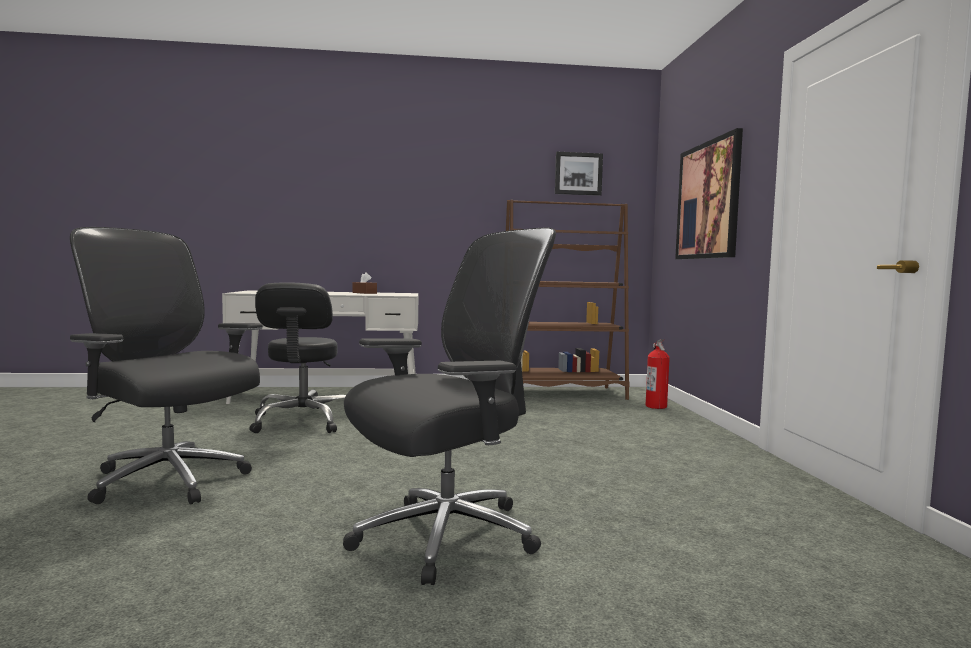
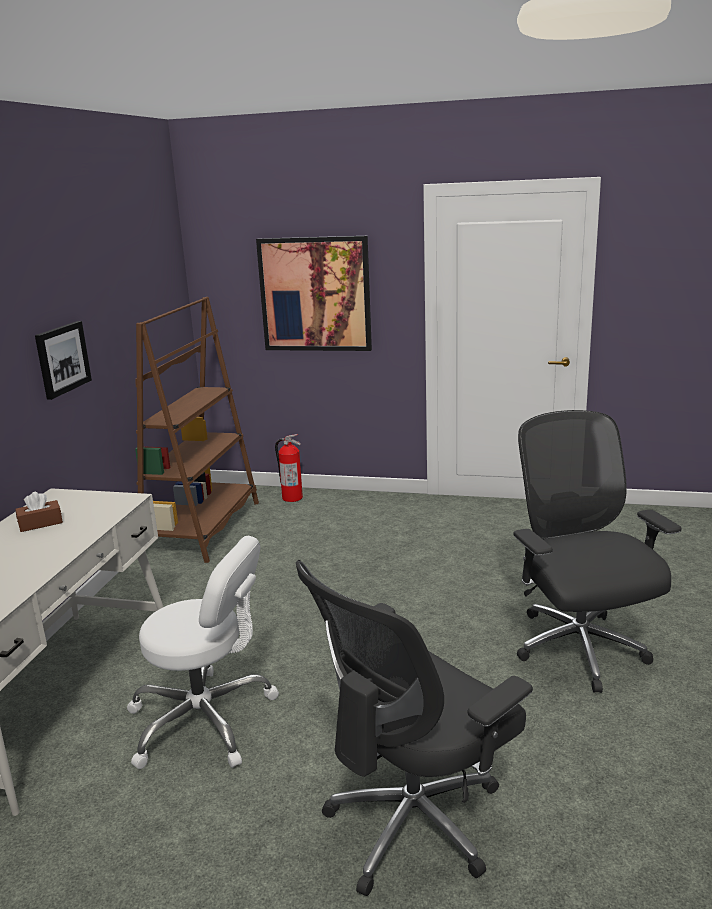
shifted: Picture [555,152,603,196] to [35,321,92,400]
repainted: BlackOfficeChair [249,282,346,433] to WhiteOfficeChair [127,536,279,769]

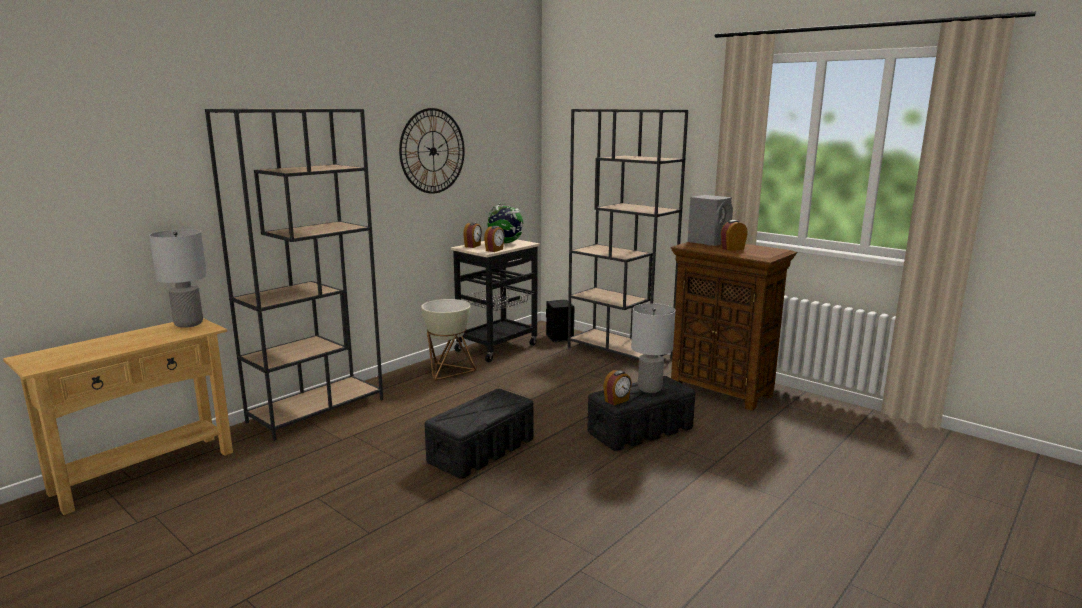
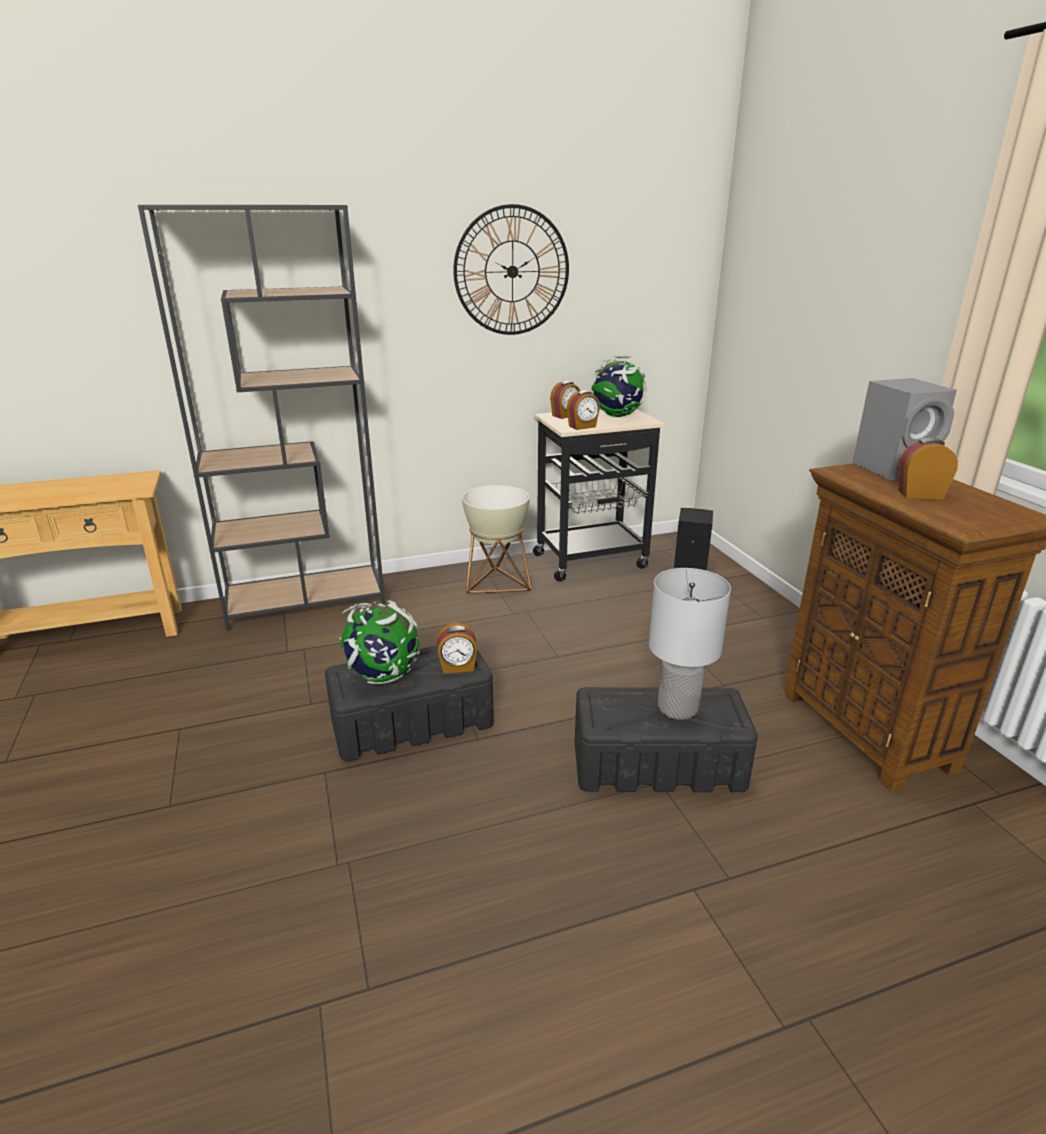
gone: GreyTableLamp [149,229,207,328]; Bookcase [568,109,688,360]
new: Globe [340,600,420,684]
shifted: AlarmClock [603,370,632,406] to [437,623,477,674]

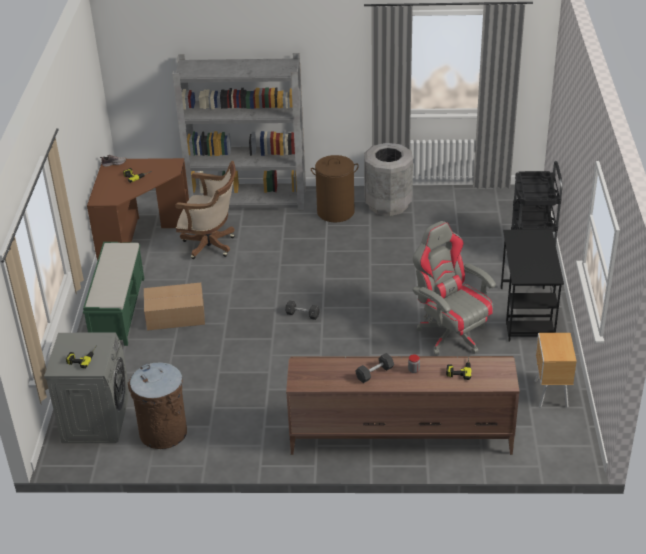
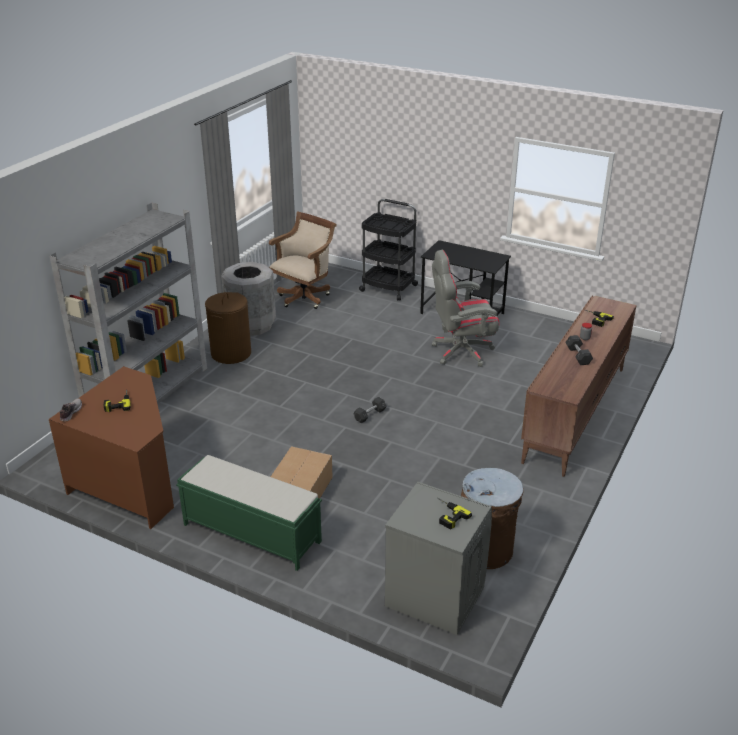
gone: BrownNightstand [535,333,577,408]
shifted: OfficeChair [175,161,236,259] to [269,211,337,309]

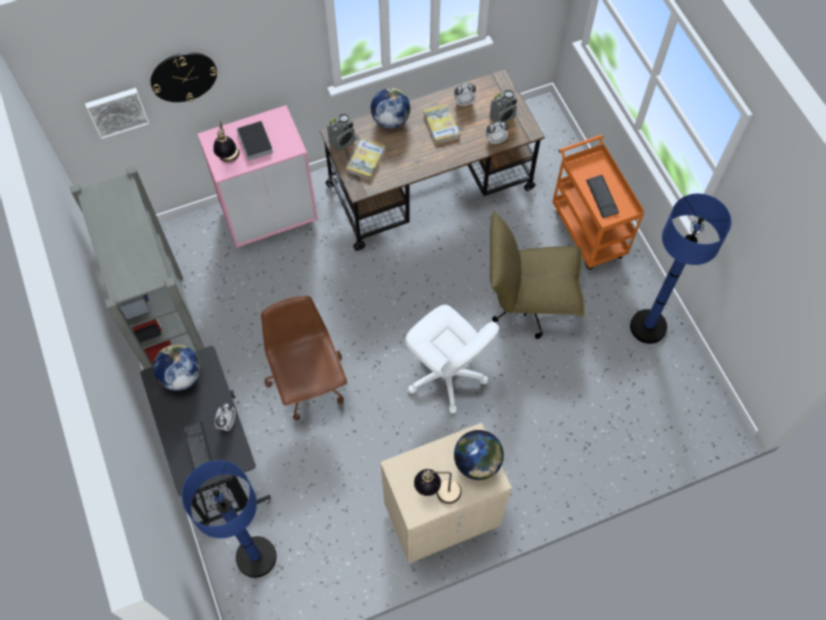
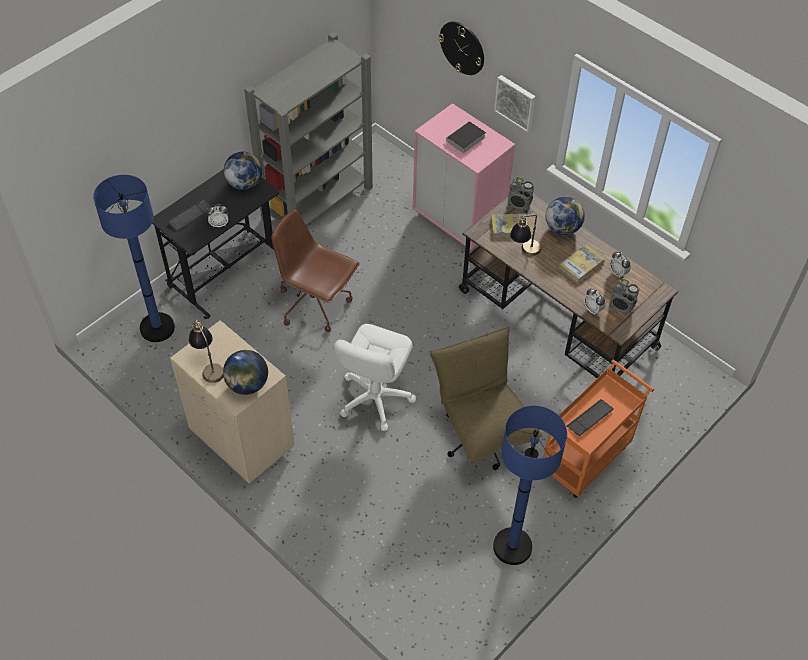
shifted: Picture [85,88,150,139] to [494,75,536,132]; TableLamp [213,121,240,162] to [510,214,541,256]
rotated: BrownOfficeChair [261,296,347,420] = [271,209,360,332] 105 degrees counterclockwise

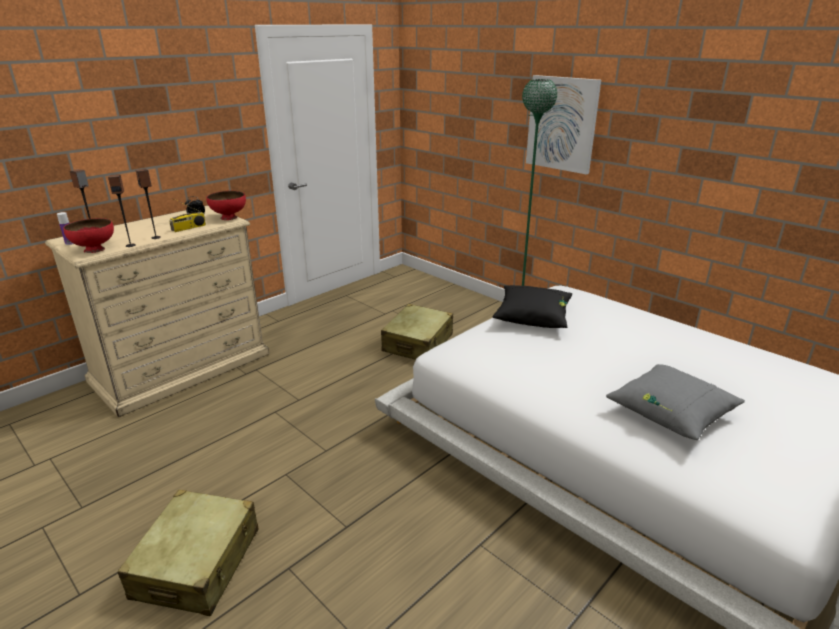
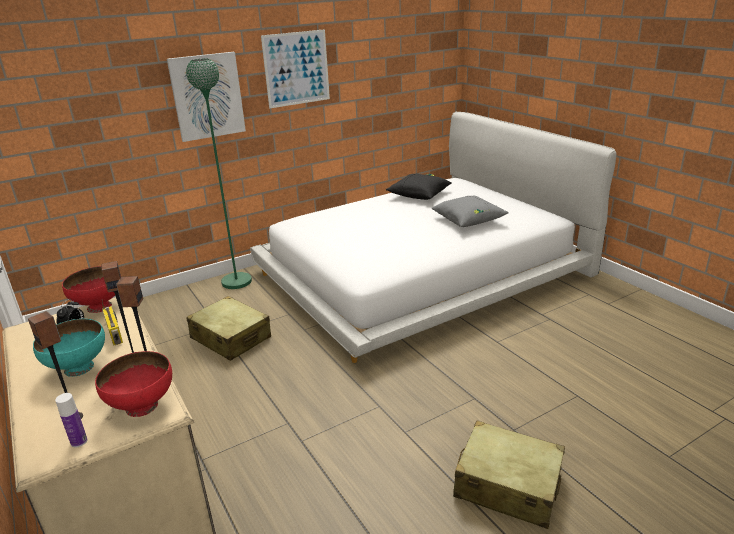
new: TurquoiseBowl [33,319,105,377]; Picture [261,29,330,108]
shifted: BlackPillow [492,285,572,328] to [386,174,451,200]

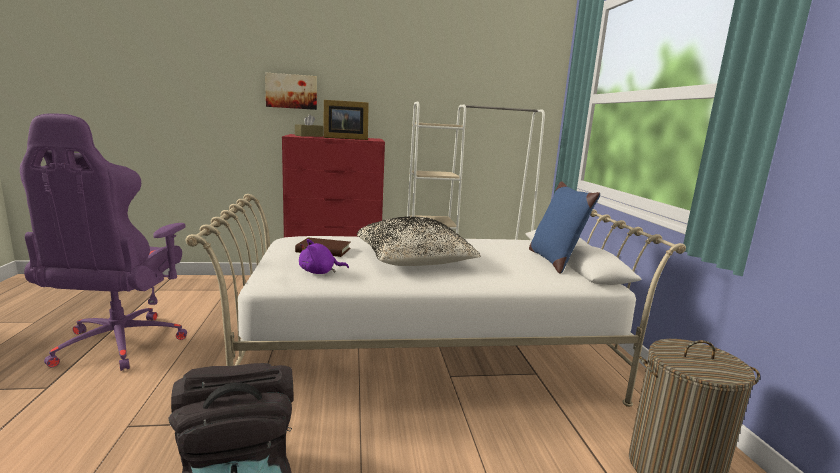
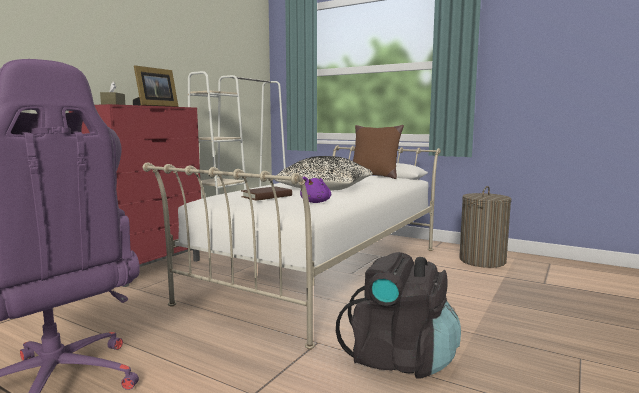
gone: Picture [265,73,317,110]
repainted: BluePillow [529,181,600,274] to BrownPillow [353,125,404,179]

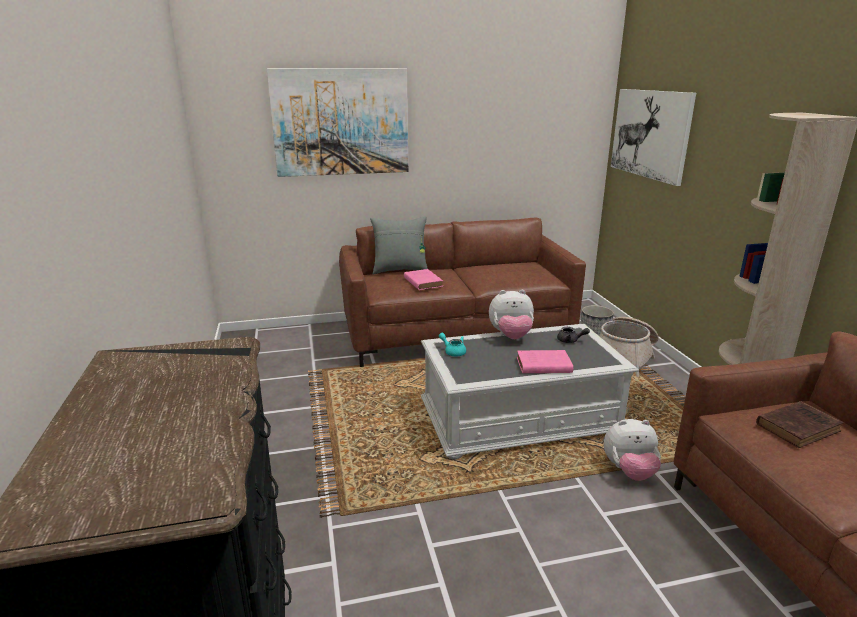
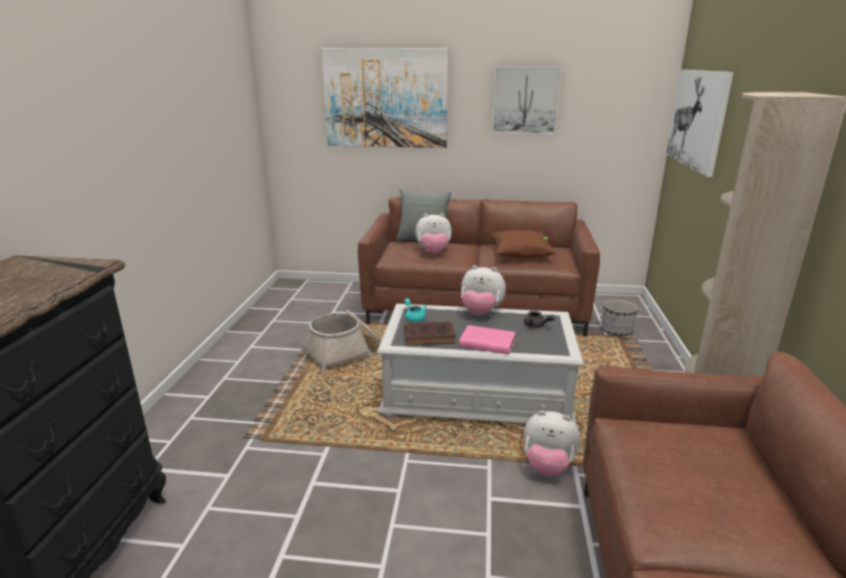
new: BrownPillow [490,230,556,258]; Picture [492,67,561,135]
shifted: Basket [599,317,659,377] to [301,310,381,374]; BrownBook [756,401,844,448] to [404,321,456,346]
swapped: PinkBook [404,269,443,290] to PlushToy [415,213,452,253]

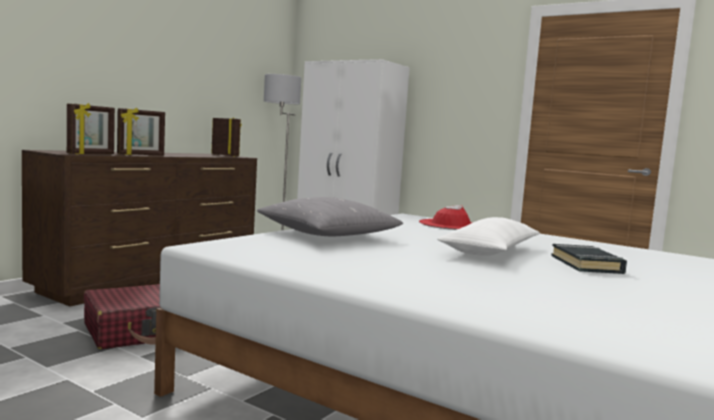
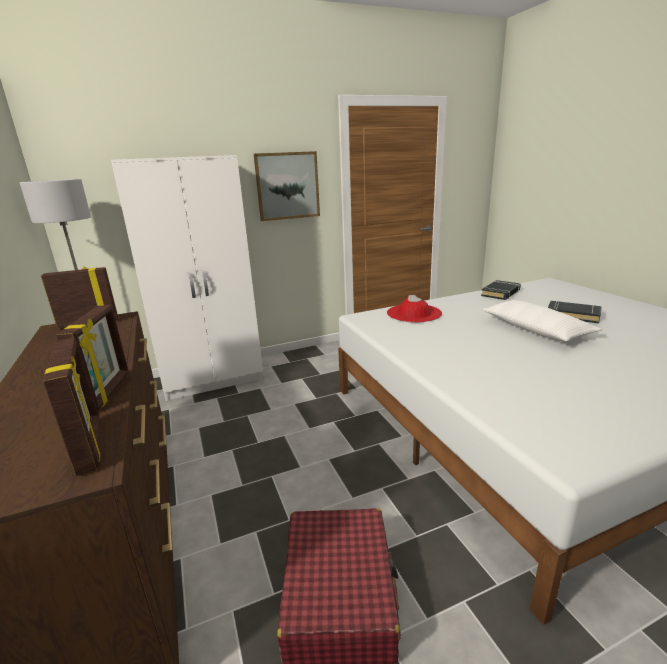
gone: GreyPillow [257,197,403,236]
new: Picture [254,151,320,221]; BlackBook [481,280,521,300]

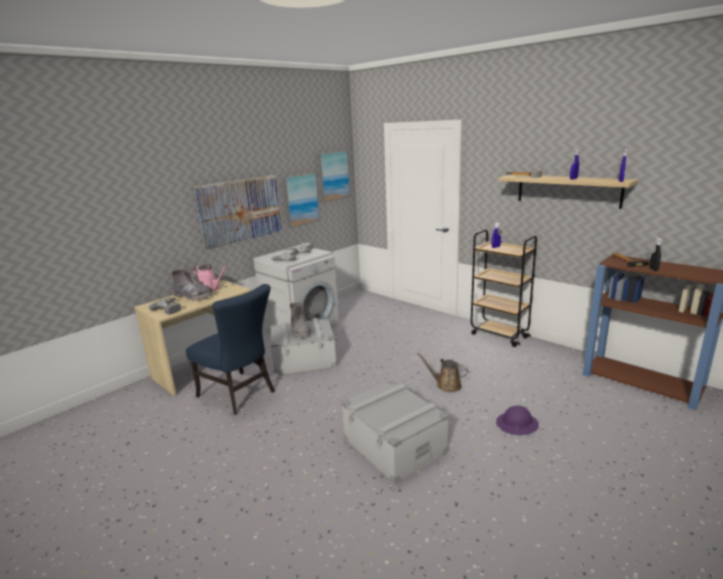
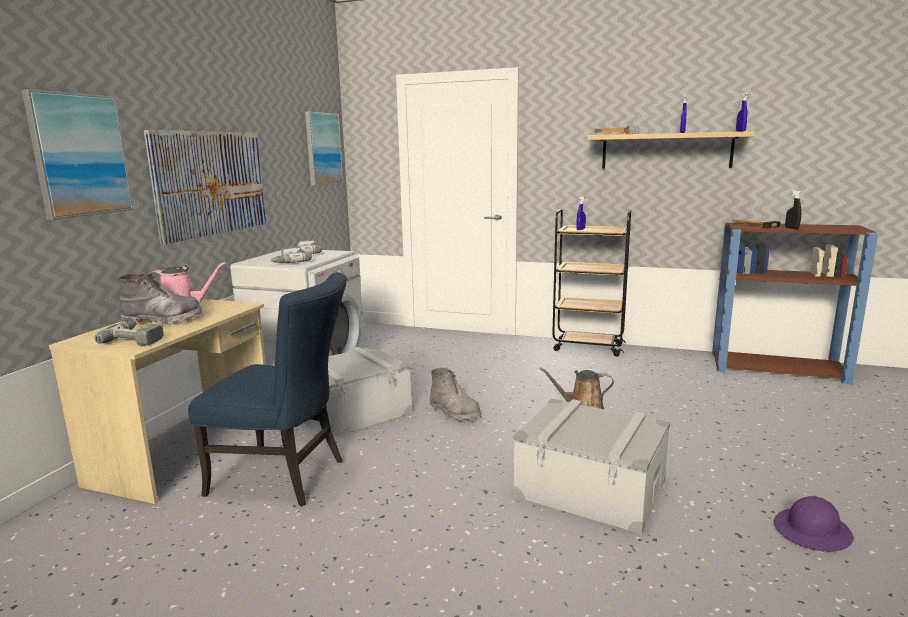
shifted: Picture [283,173,320,228] to [22,89,133,220]; GreyBoot [290,302,311,338] to [430,368,481,422]; PurpleHardHat [496,406,539,435] to [774,496,854,552]

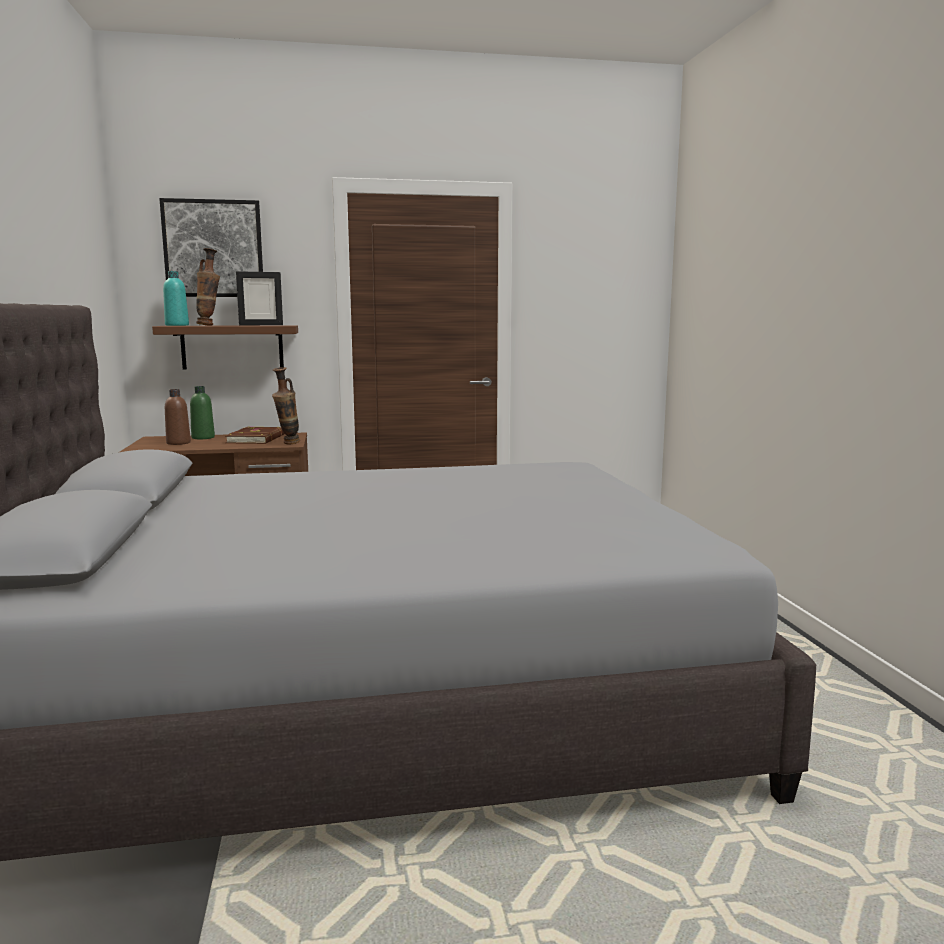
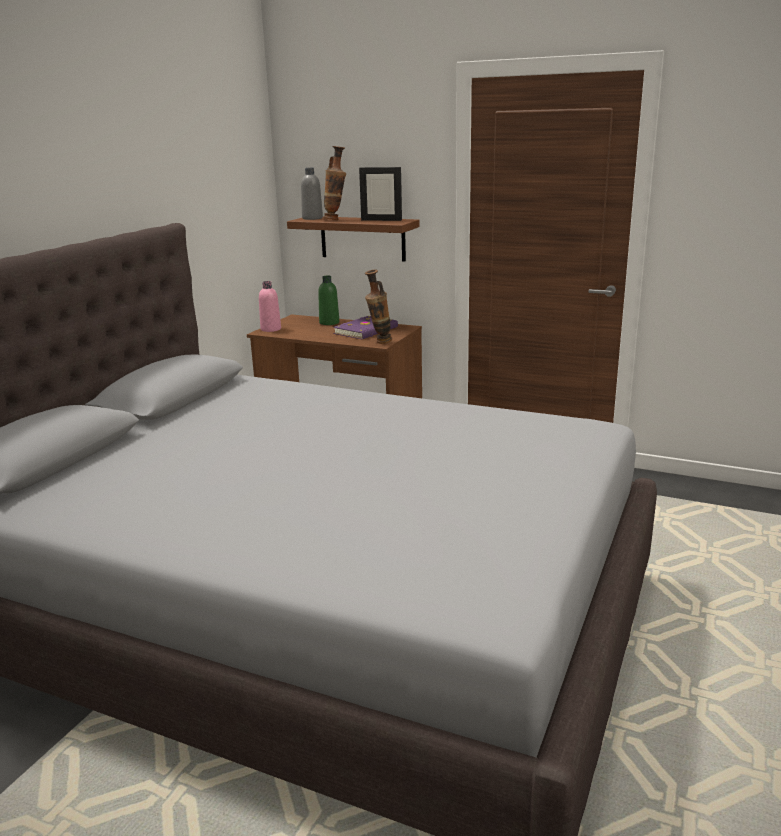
gone: Picture [159,198,263,297]; BrownBottle [165,389,191,445]
new: PinkBottle [259,281,281,332]
repainted: TurquoiseBottle [163,271,189,326] to GreyBottle [301,168,323,220]; BrownBook [225,426,284,444] to PurpleBook [333,316,398,339]

